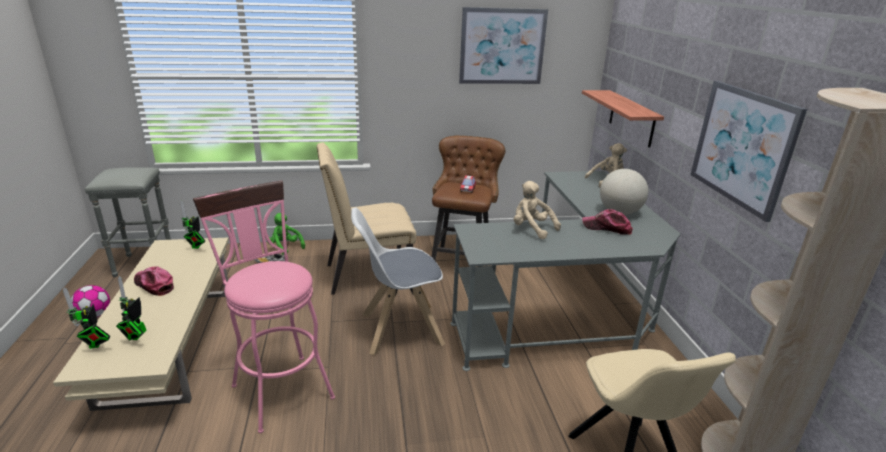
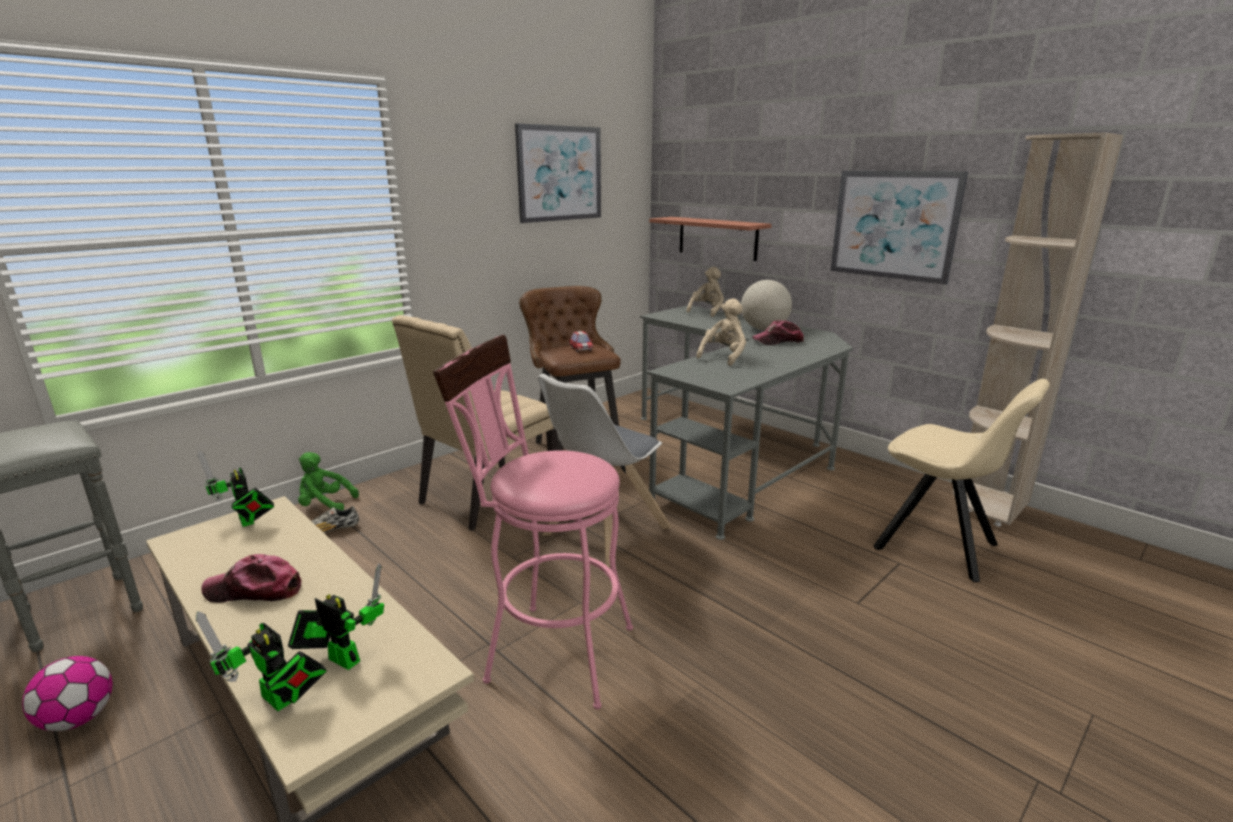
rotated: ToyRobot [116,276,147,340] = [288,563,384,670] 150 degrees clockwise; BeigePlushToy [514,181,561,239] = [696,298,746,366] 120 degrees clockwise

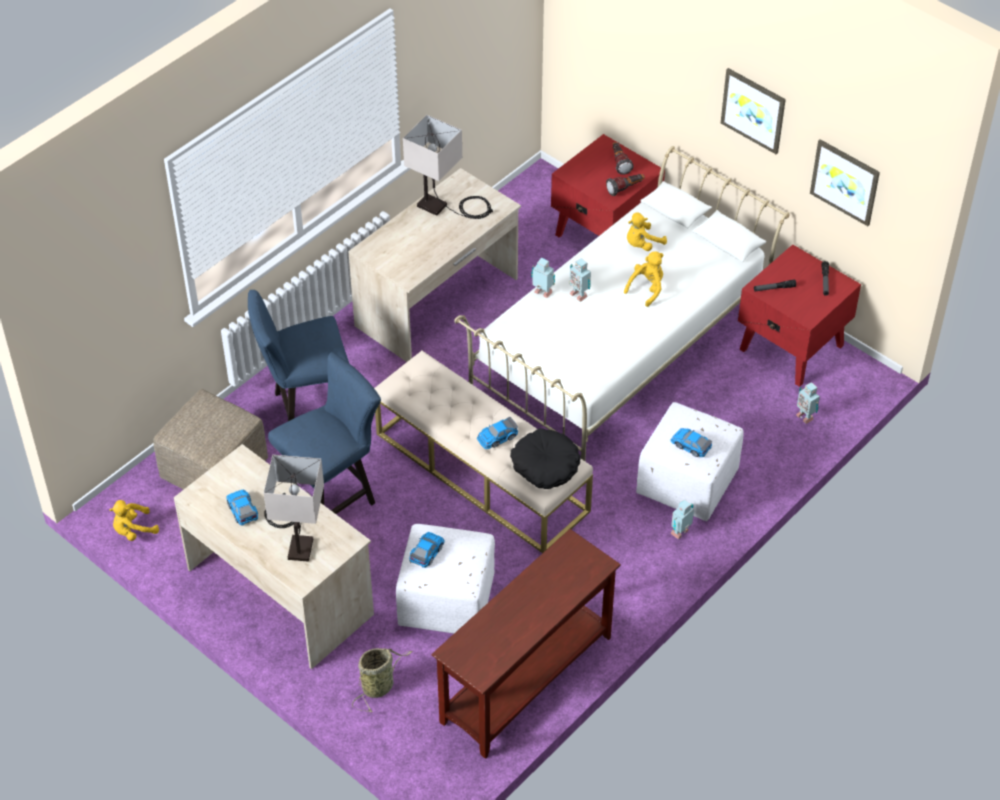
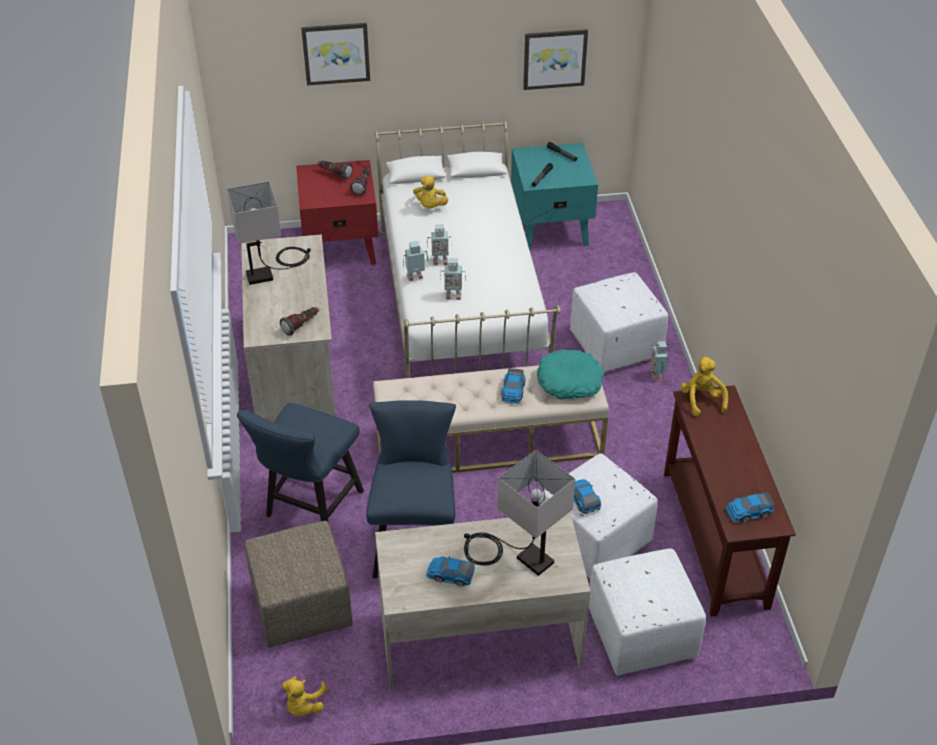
new: Flashlight [280,307,319,336]
shifted: YellowPlushToy [624,251,663,307] to [681,356,728,416]; ToyCar [670,428,712,457] to [726,492,775,522]; Picture [721,68,786,154] to [301,23,370,86]; ToyRobot [796,382,820,424] to [440,258,466,300]
swapped: Basket [352,648,412,712] to WhiteOttoman [589,548,706,676]
repainted: BlackPillow [510,428,581,489] to TurquoisePillow [537,350,604,399]; RedNightstand [738,244,861,387] to TurquoiseNightstand [511,143,598,250]

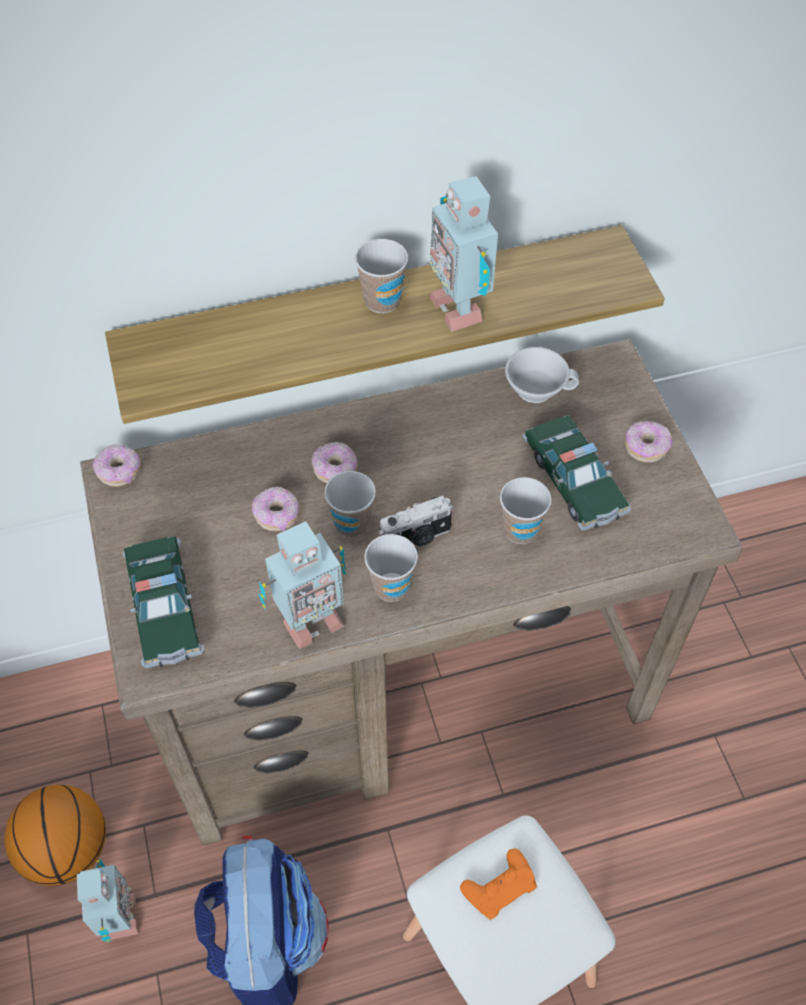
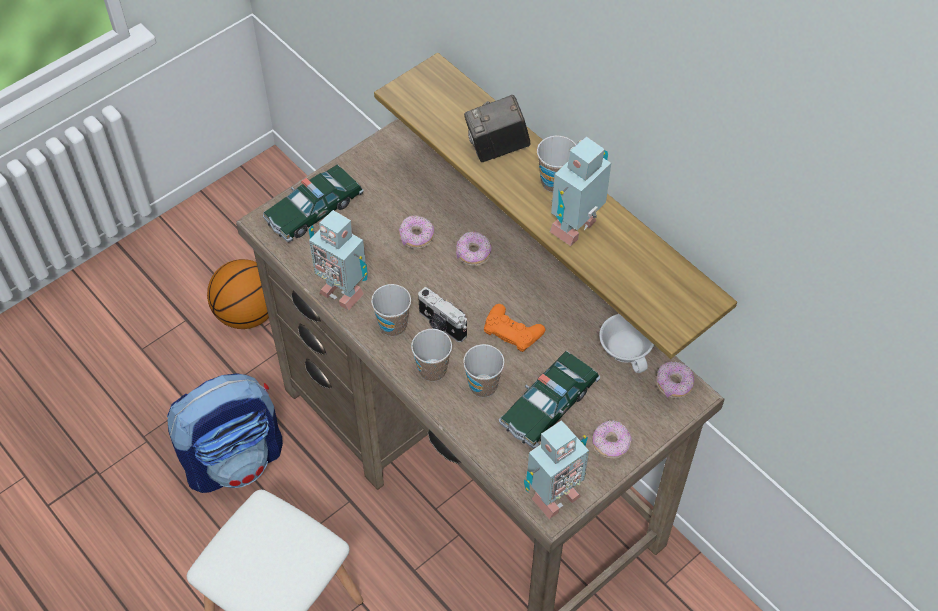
new: PhotoCamera [464,95,530,162]
shifted: ToyRobot [77,859,138,942] to [524,420,589,519]; Donut [93,444,141,487] to [656,362,694,398]; Cup [324,471,376,538] to [411,329,452,382]; OrangeGameController [460,849,537,920] to [484,304,546,352]

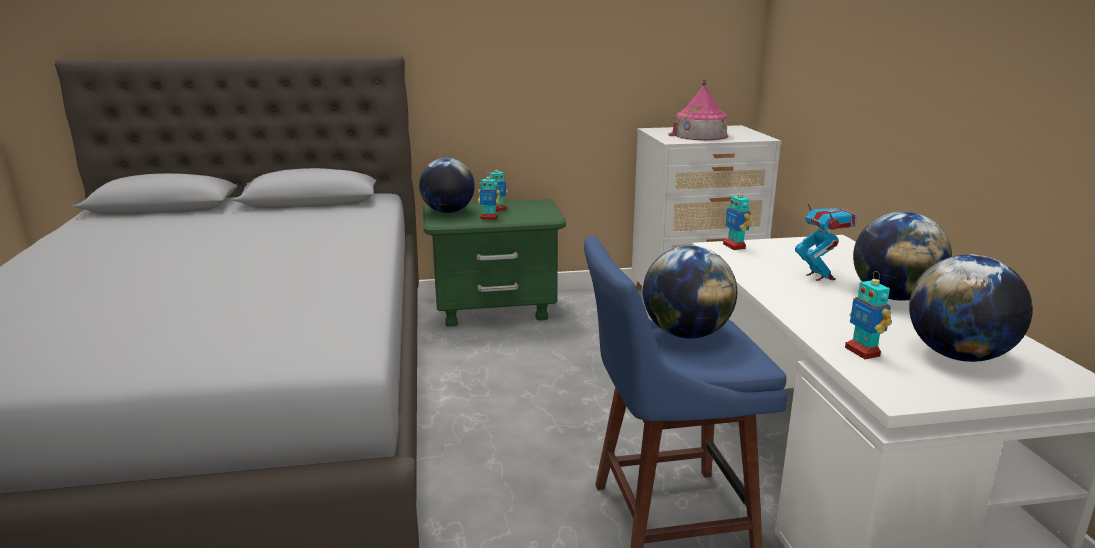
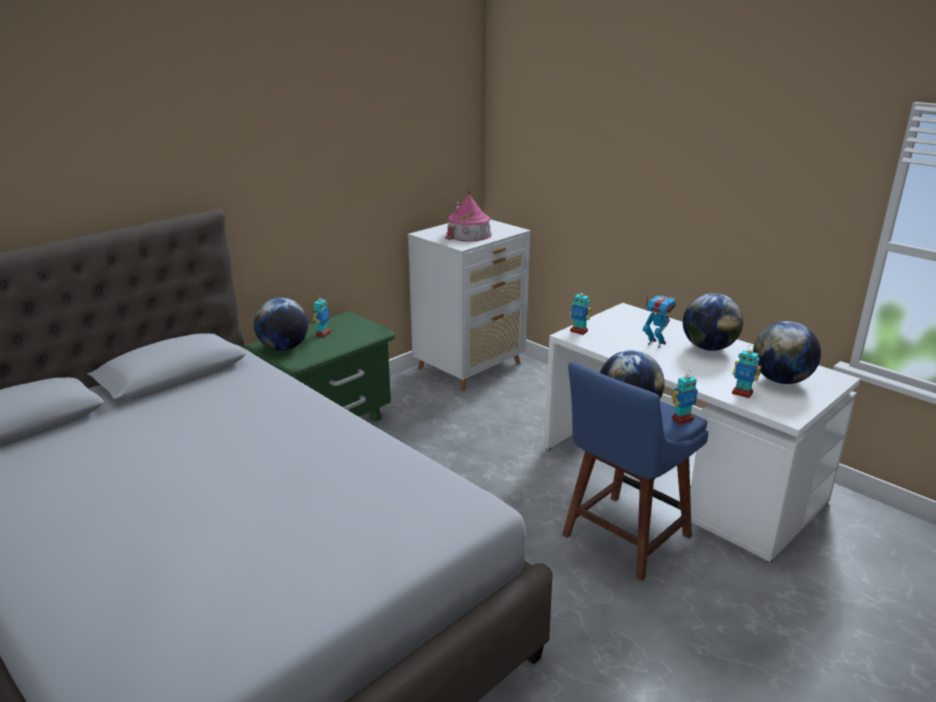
shifted: ToyRobot [478,172,501,220] to [671,371,698,424]

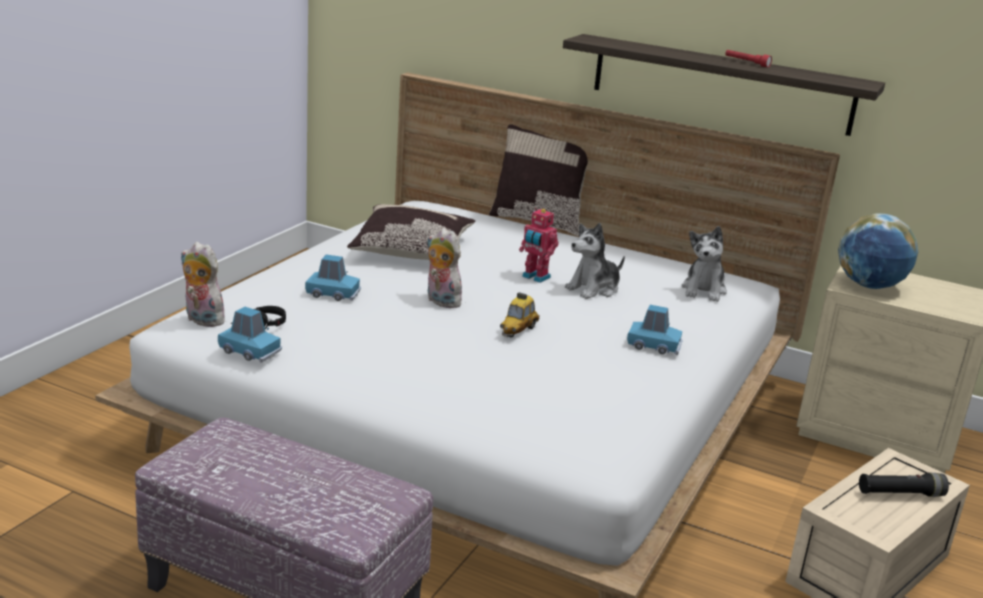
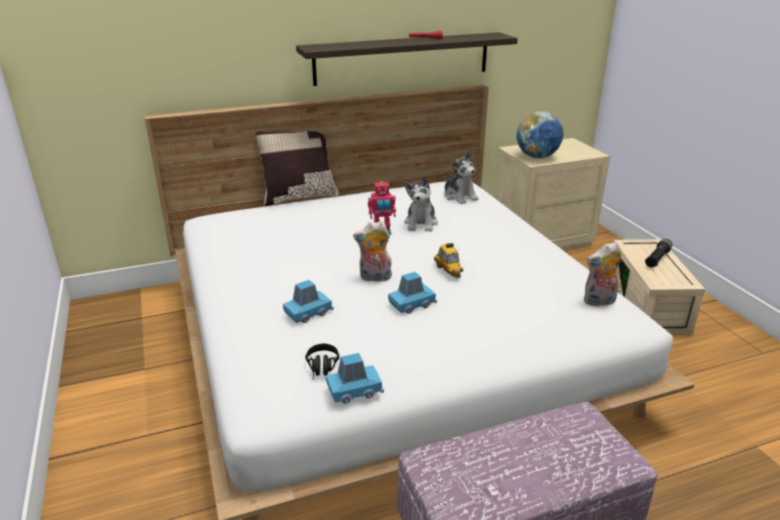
gone: Pillow [347,204,475,260]
shifted: PlushToy [181,242,226,327] to [584,242,621,307]; BlueToyCar [627,305,682,355] to [388,272,437,314]

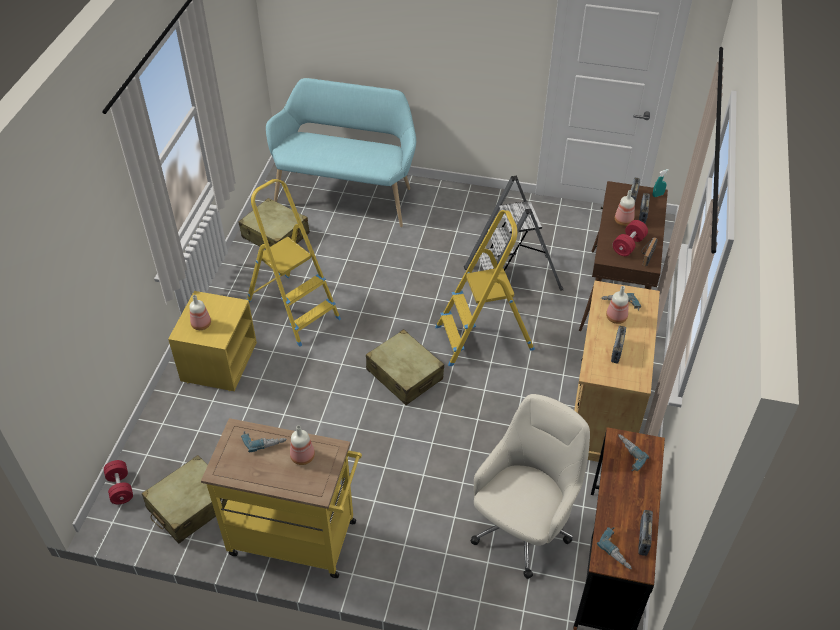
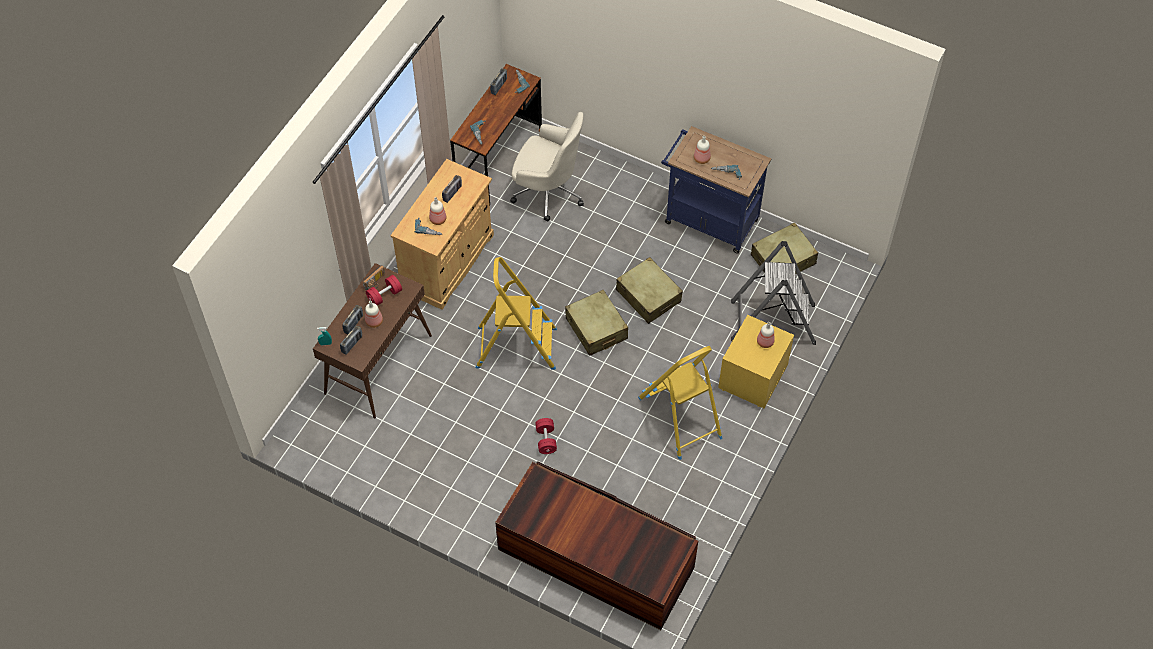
shifted: RedDumbbell [104,460,133,504] to [535,418,557,454]; BeigeSuitcase [238,198,310,250] to [616,257,683,324]; GreyStepLadder [464,176,564,304] to [731,241,816,345]
swapped: TurquoiseBench [266,78,416,227] to Cabinet [495,461,698,630]
repainted: YellowCart [201,418,362,578] to BlueCart [661,126,771,254]
rotated: BeigeOfficeChair [471,394,590,579] = [510,112,584,221] 120 degrees counterclockwise

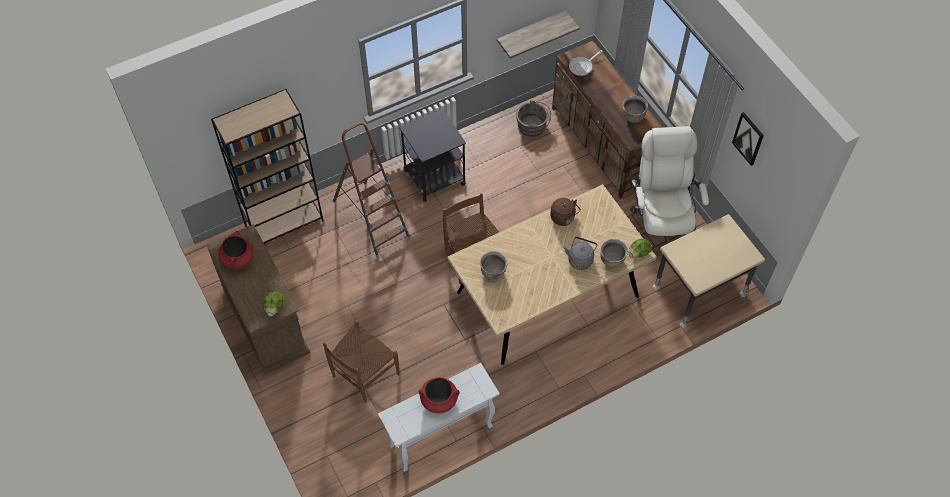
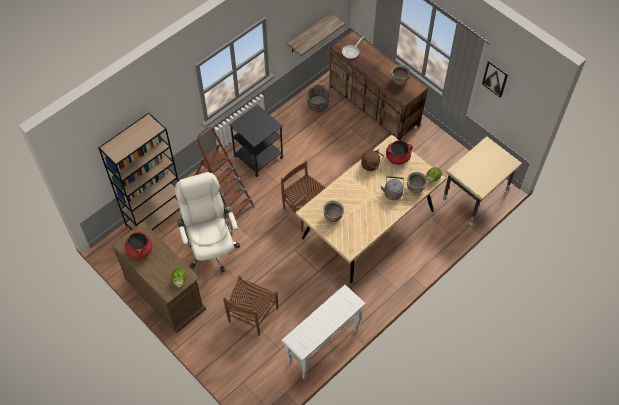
shifted: RedCookingPot [419,377,460,413] to [386,140,413,165]; WhiteOfficeChair [630,126,709,244] to [175,172,240,272]

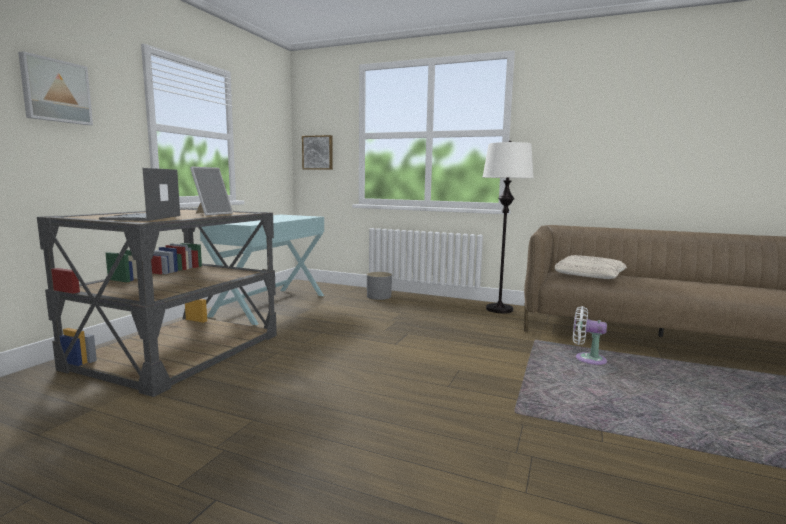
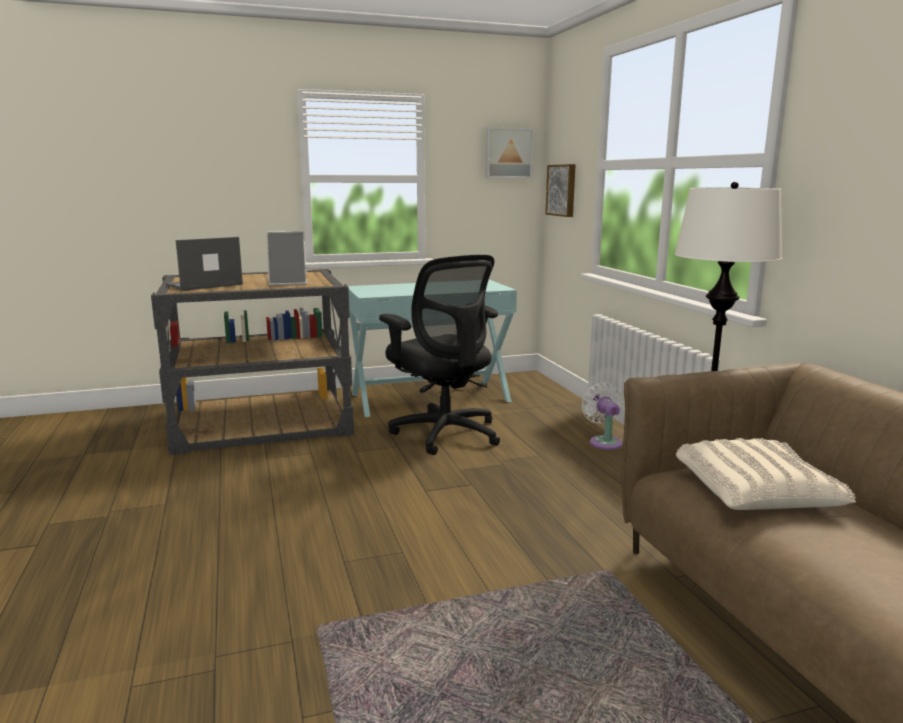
gone: GreyPlanter [367,272,392,300]
new: BlackOfficeChair [379,255,500,455]
shifted: Picture [18,51,93,125] to [485,127,534,178]; WhiteFan [573,306,607,365] to [582,382,623,450]

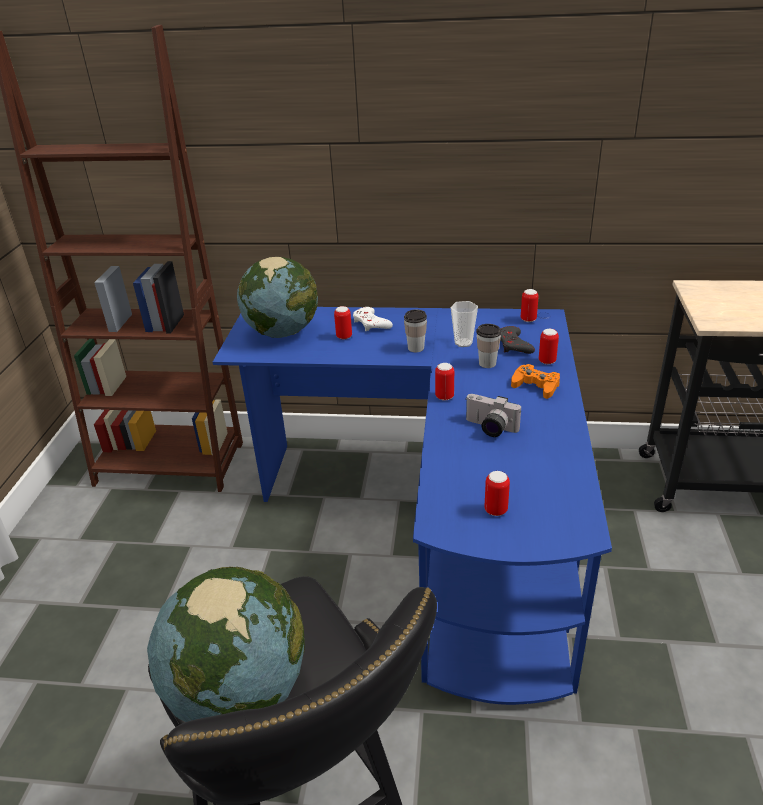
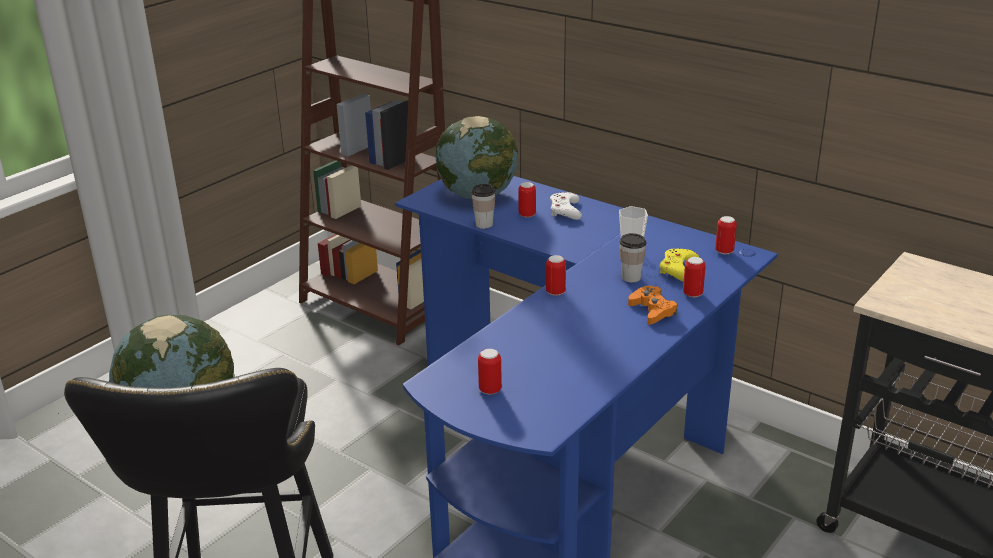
gone: PhotoCamera [465,394,521,437]
shifted: Cup [404,309,427,352] to [471,184,496,229]
repainted: GreyGameController [500,326,535,354] to YellowGameController [660,249,699,282]

